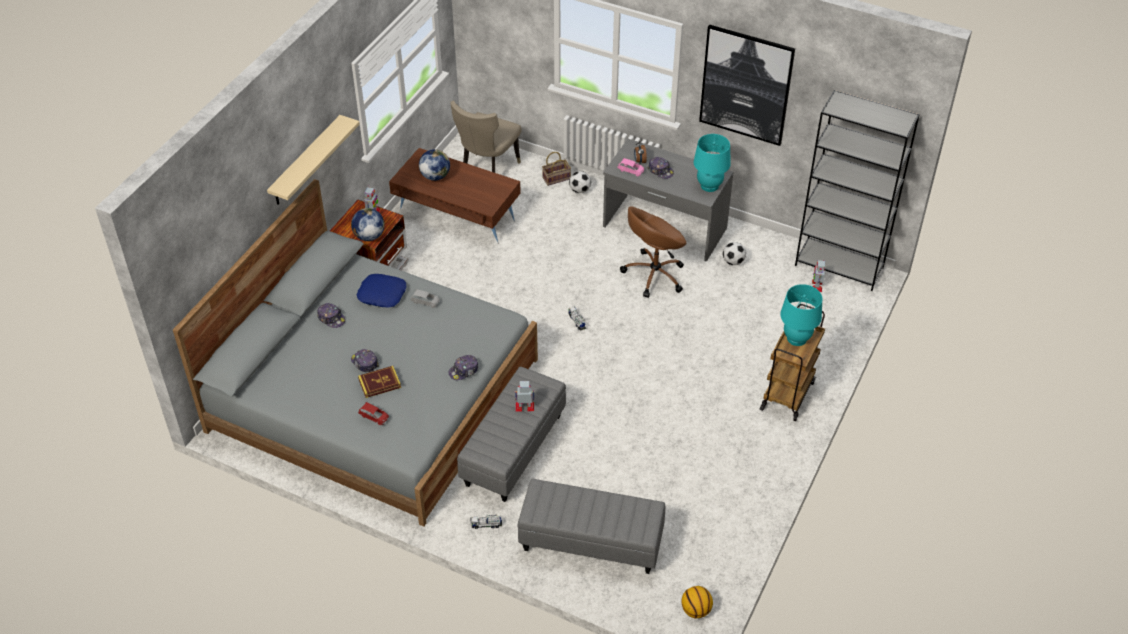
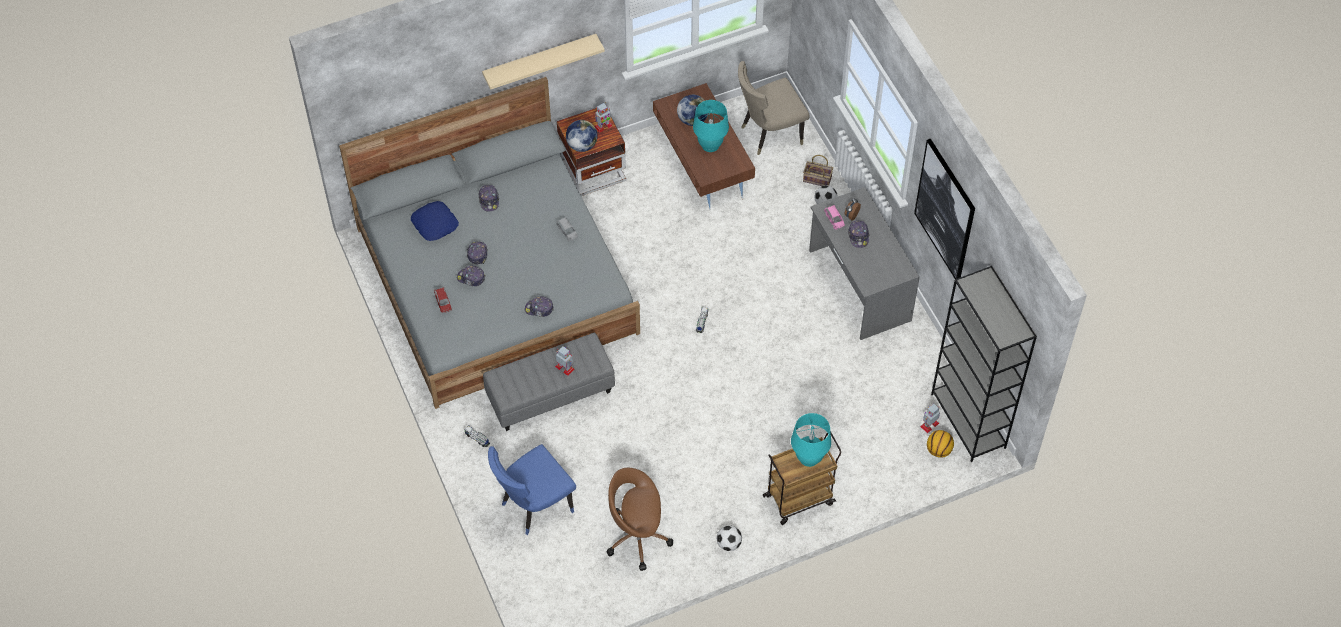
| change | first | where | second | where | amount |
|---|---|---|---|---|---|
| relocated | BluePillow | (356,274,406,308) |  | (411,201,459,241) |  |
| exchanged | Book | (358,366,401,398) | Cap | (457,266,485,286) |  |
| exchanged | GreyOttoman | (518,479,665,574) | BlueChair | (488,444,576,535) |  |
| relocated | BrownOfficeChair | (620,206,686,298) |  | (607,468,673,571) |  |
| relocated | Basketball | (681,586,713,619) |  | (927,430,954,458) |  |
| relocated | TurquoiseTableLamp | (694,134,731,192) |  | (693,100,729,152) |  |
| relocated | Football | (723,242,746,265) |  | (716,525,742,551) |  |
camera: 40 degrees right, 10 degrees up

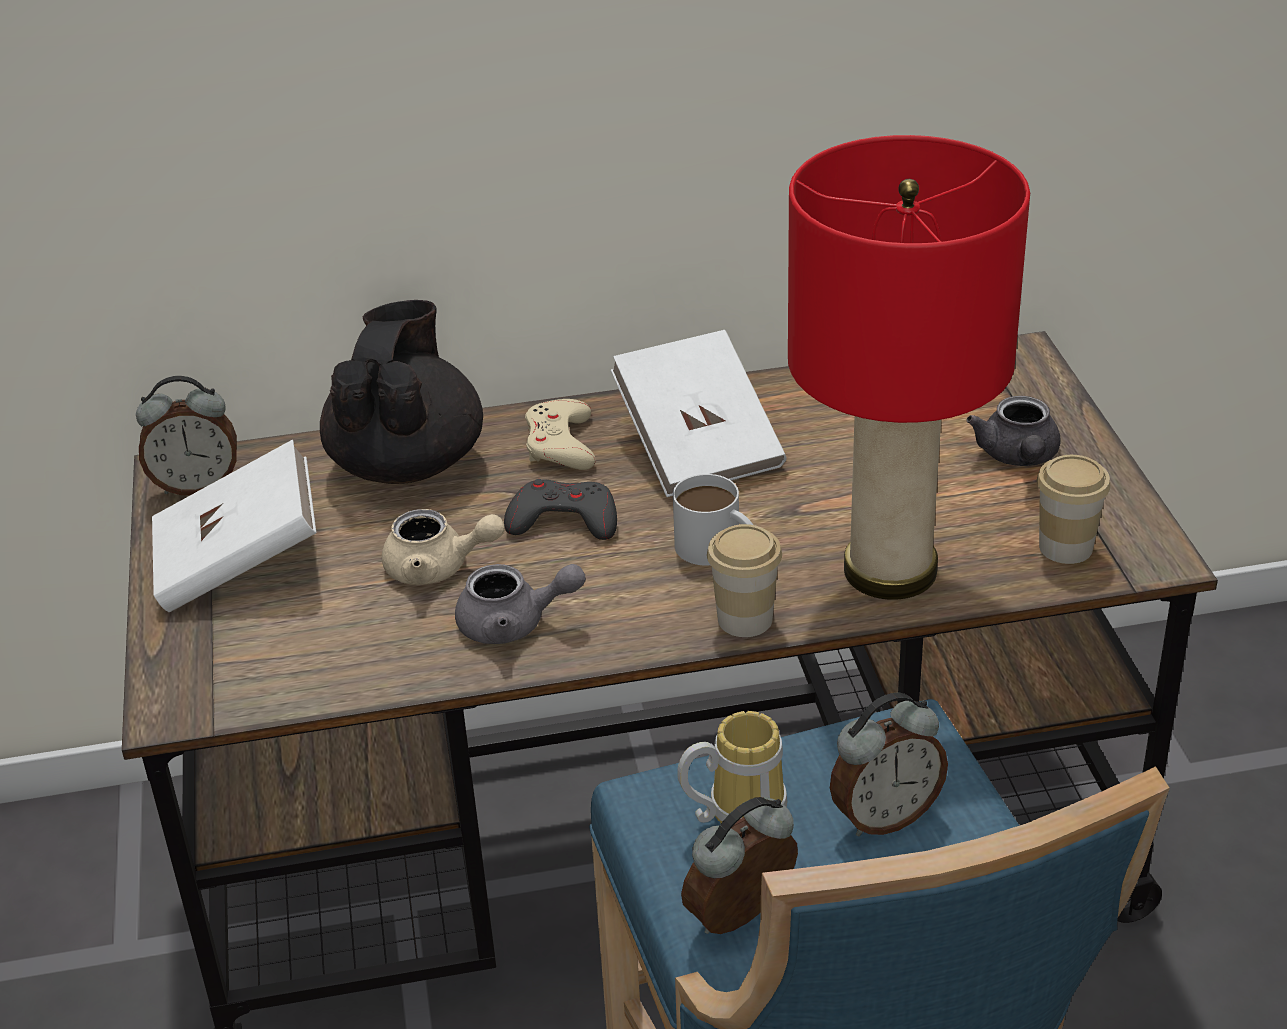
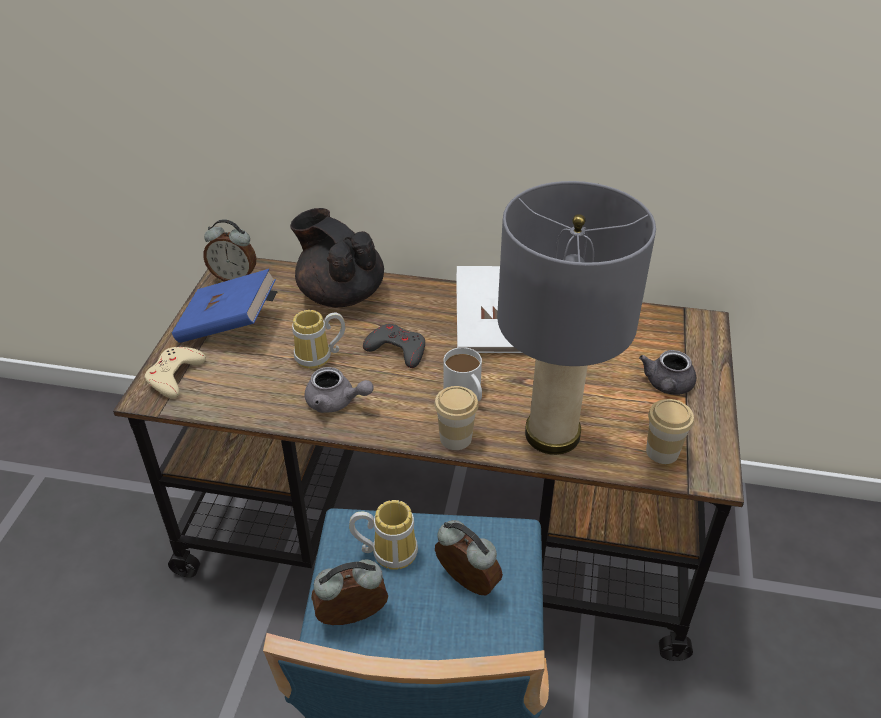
| change | first | where | second | where | amount |
|---|---|---|---|---|---|
| colour | WhiteBook | (152,440,316,612) | BlueBook | (172,269,276,343) |  |
| spun | BlackTeapot | (320,300,483,484) |  | (290,208,384,307) | 75 degrees counterclockwise |
| exchanged | BeigeTeapot | (382,509,505,585) | Mug | (292,310,345,369) |  |
| relocated | BeigeGameController | (525,399,596,470) |  | (145,347,206,398) |  |
| colour | RedTableLamp | (788,135,1030,600) | GreyTableLamp | (497,181,656,455) |  |
| spun | AlarmClock | (830,692,948,836) |  | (435,520,503,595) | 135 degrees counterclockwise |
camera: 20 degrees right, 5 degrees up

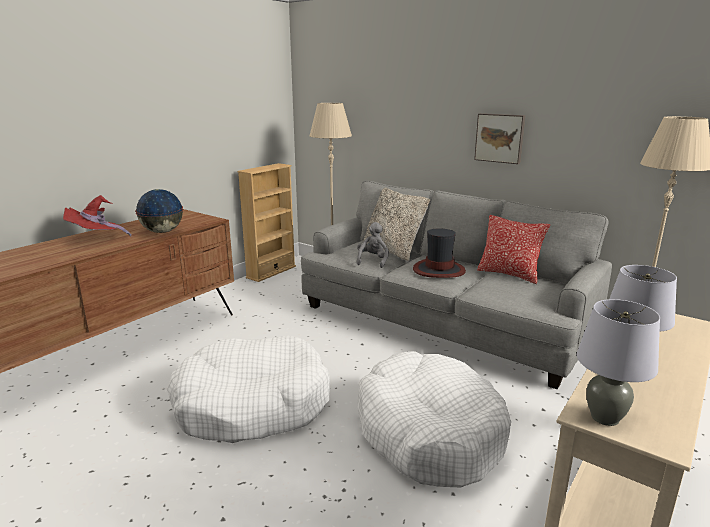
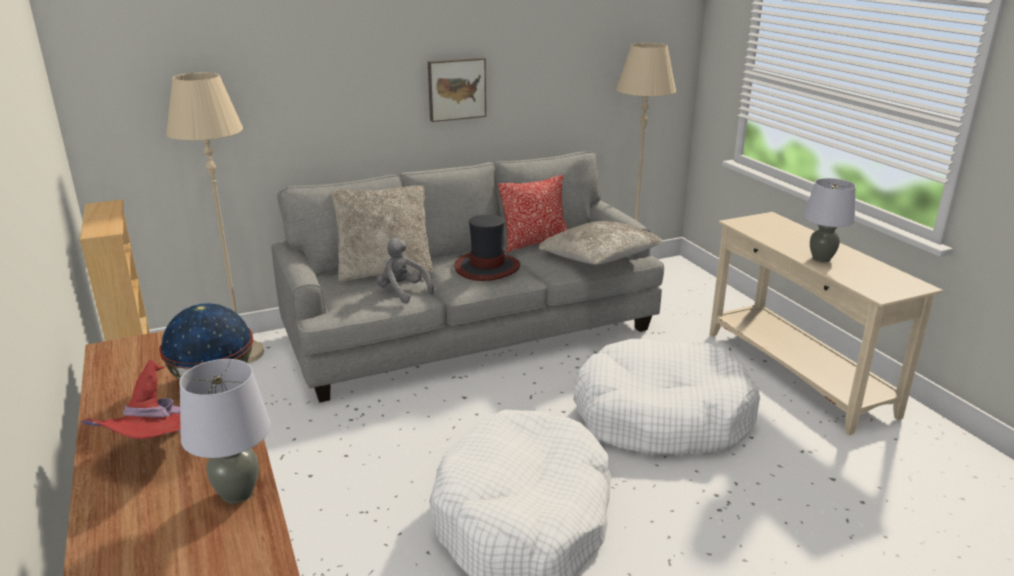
| change | first | where | second | where | amount |
|---|---|---|---|---|---|
| relocated | GreyTableLamp | (577,299,660,426) |  | (179,359,271,503) |  |
| appeared |  |  | BeigePillow | (539,221,663,265) |  |
camera: 60 degrees left, 5 degrees up

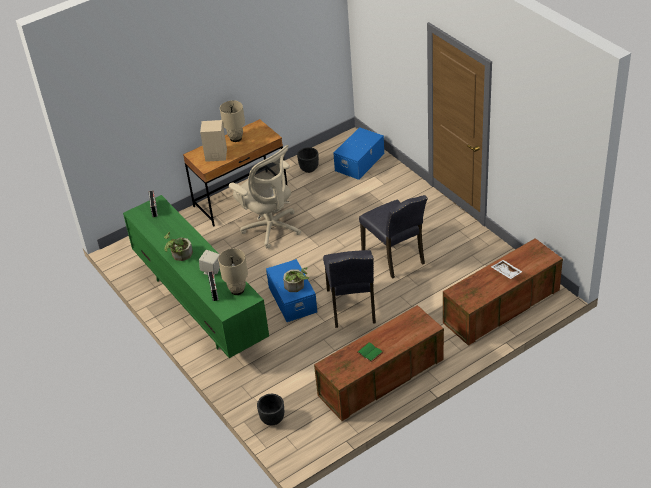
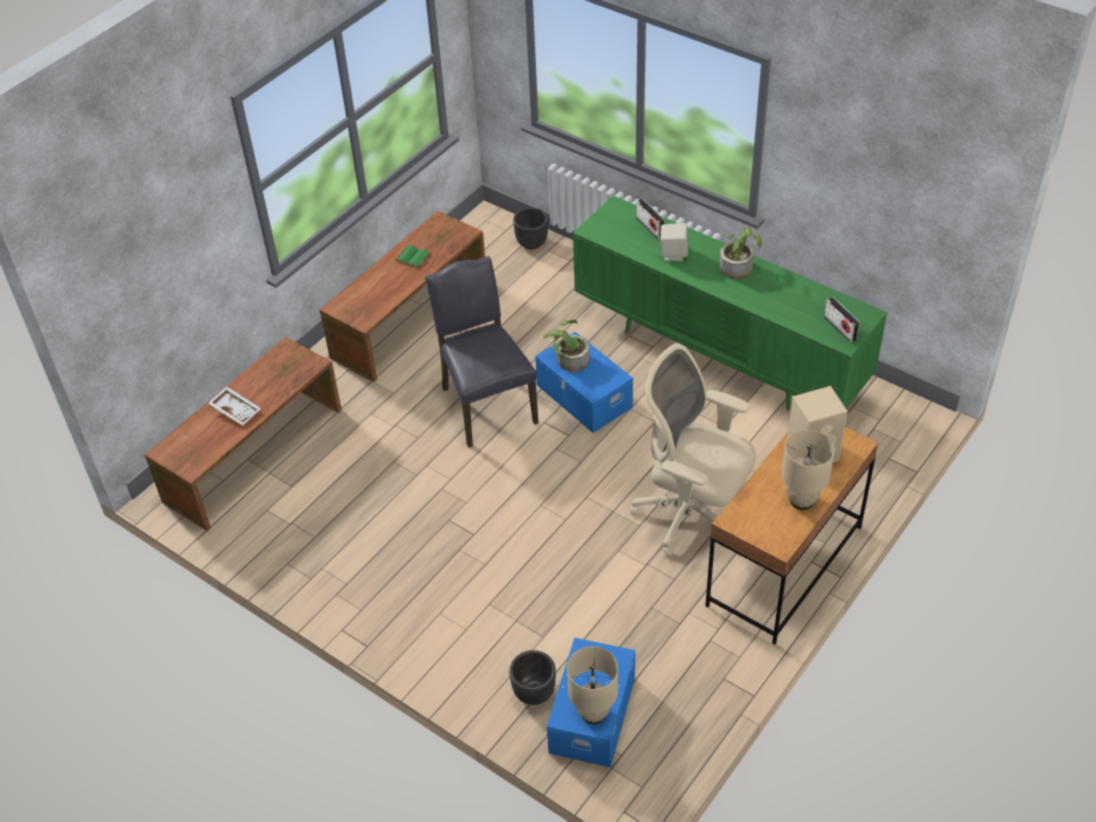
| change | first | where | second | where | amount |
|---|---|---|---|---|---|
| relocated | BeigeTableLamp | (218,249,248,295) |  | (567,646,618,724) |  |
| relocated | BlackPlanter | (297,147,319,173) |  | (509,650,556,705) |  |
| missing | GreyChair | (359,195,428,279) |  |  |  |
camera: 160 degrees right, 5 degrees up

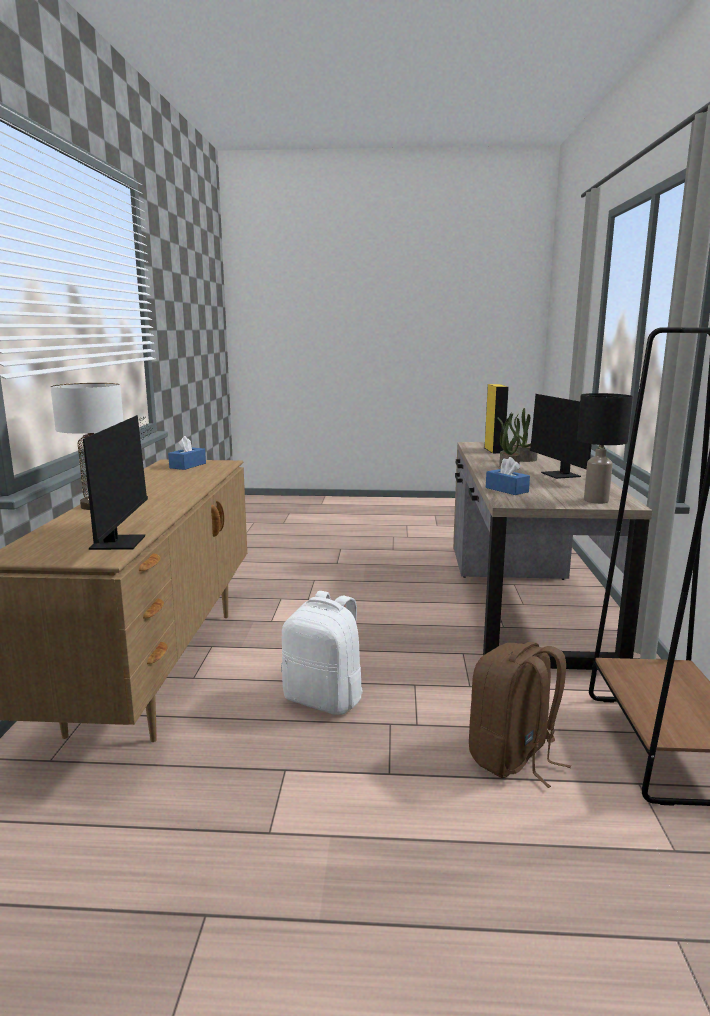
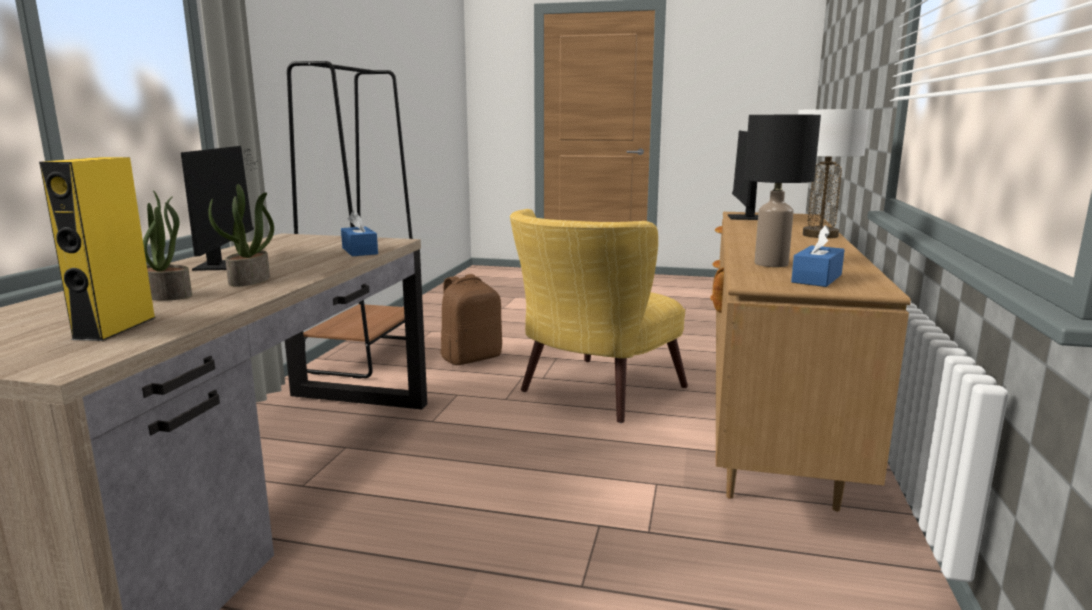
| change | first | where | second | where | amount |
|---|---|---|---|---|---|
| exchanged | WhiteBackpack | (281,591,363,715) | YellowArmchair | (510,209,688,423) |  |
| relocated | BlackTableLamp | (577,393,633,504) |  | (744,115,821,267) |  |
camera: 170 degrees left, 0 degrees up

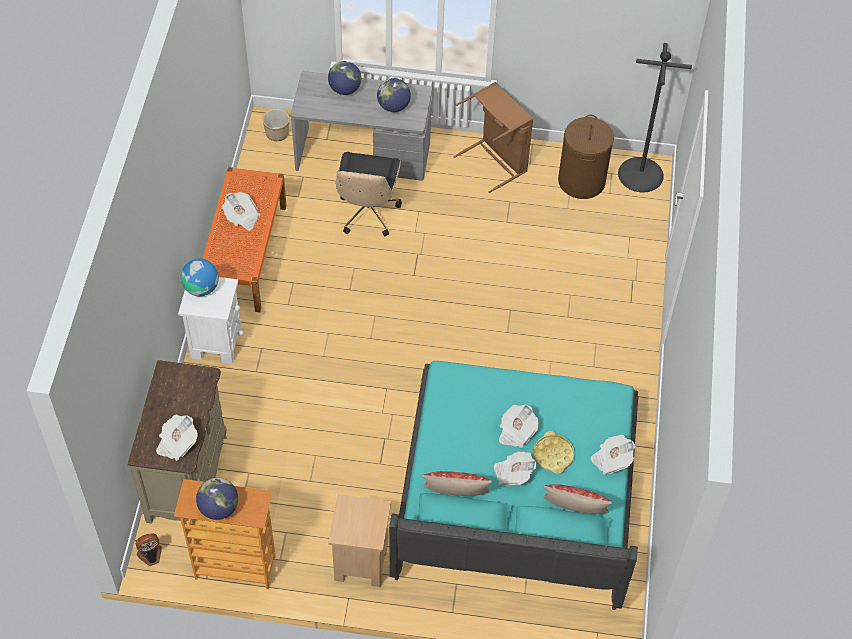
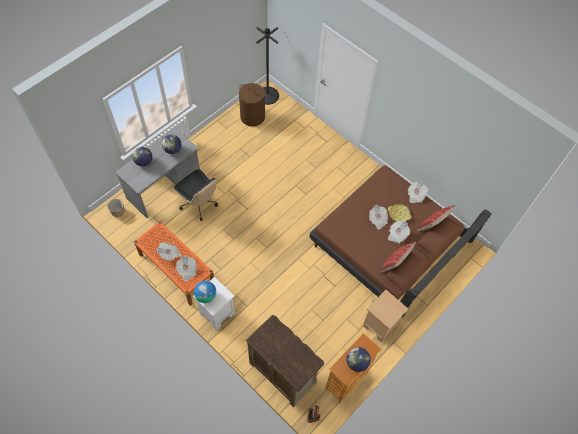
| change | first | where | second | where | amount |
|---|---|---|---|---|---|
| relocated | Newspaper | (156,415,198,461) |  | (176,256,197,281) |  |
| colour | TurquoiseBed | (389,361,638,610) | BrownBed | (309,165,491,318) |  |
| missing | BrownLaundryBasket | (454,82,533,193) |  |  |  |
camera: 55 degrees left, 5 degrees up

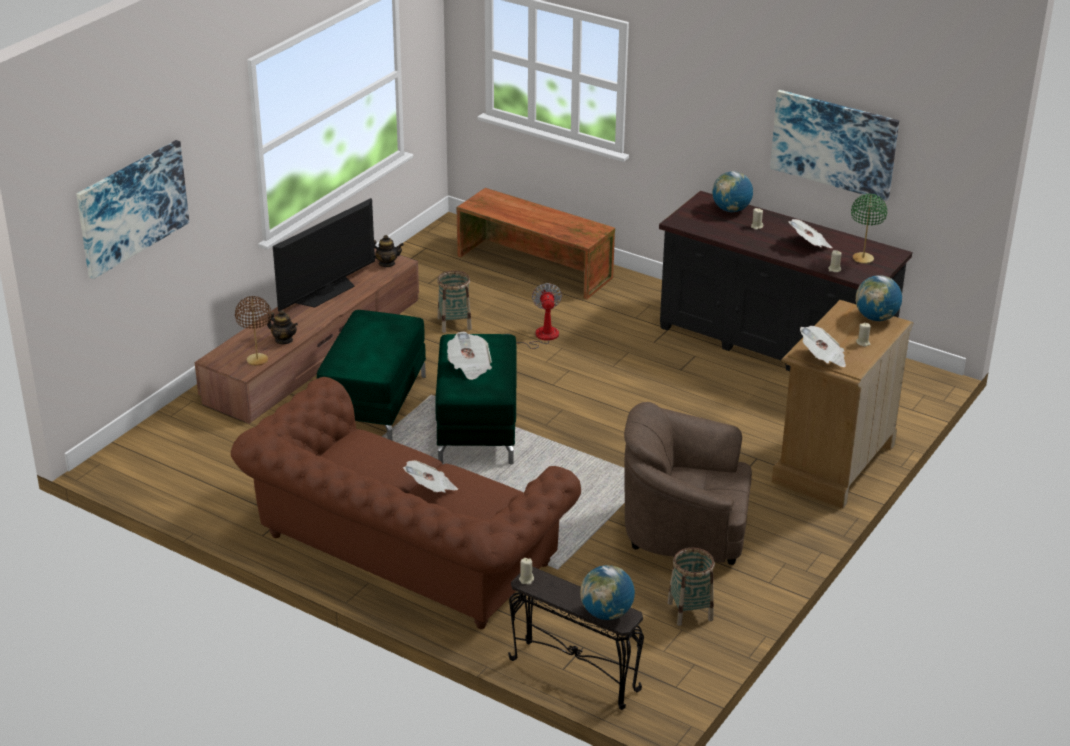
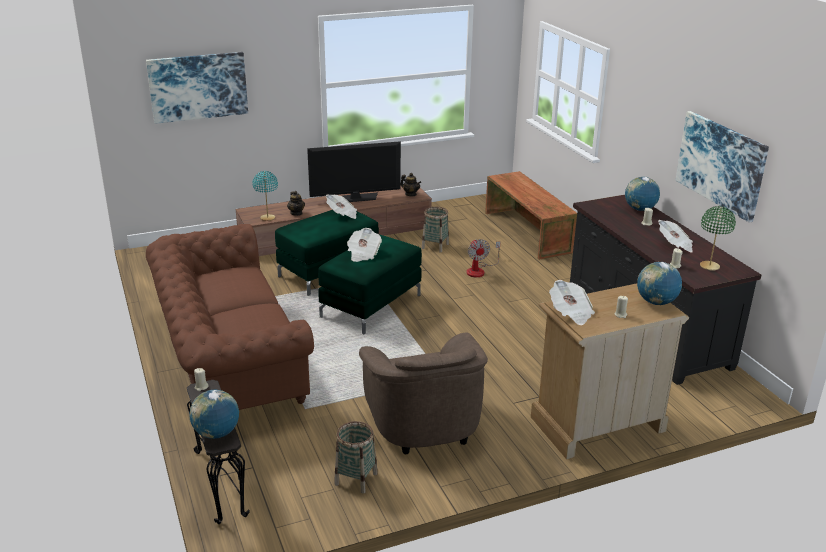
| change | first | where | second | where | amount |
|---|---|---|---|---|---|
| colour | BrownTableLamp | (235,296,271,366) | TurquoiseTableLamp | (253,171,278,221) |  |
| relocated | Newspaper | (403,460,458,493) |  | (326,194,357,219) |  |
| spun | Fan | (517,283,562,349) |  | (466,239,501,277) | 135 degrees clockwise |
| spun | BrownArmchair | (624,402,752,565) |  | (359,333,488,454) | 150 degrees counterclockwise |
camera: 35 degrees right, 5 degrees down

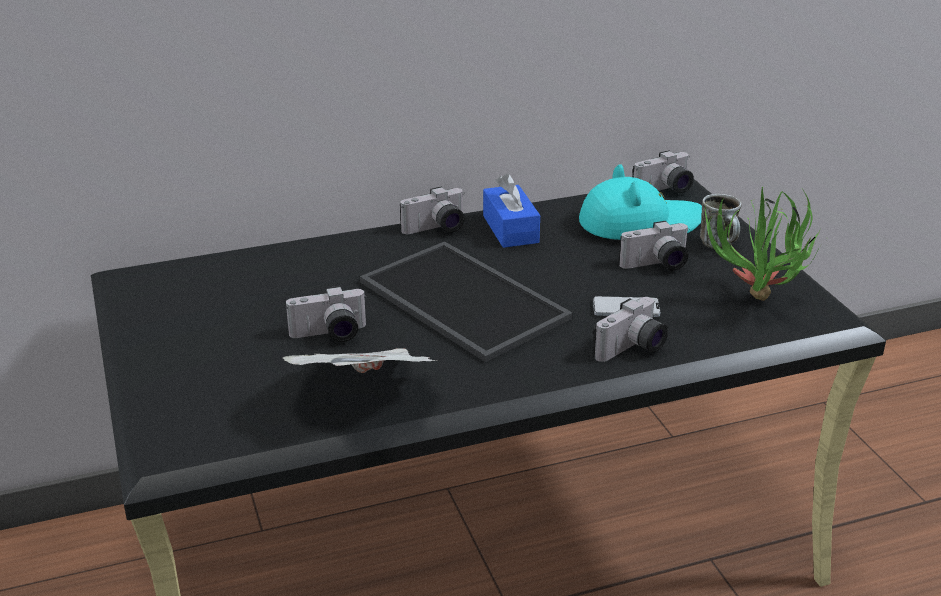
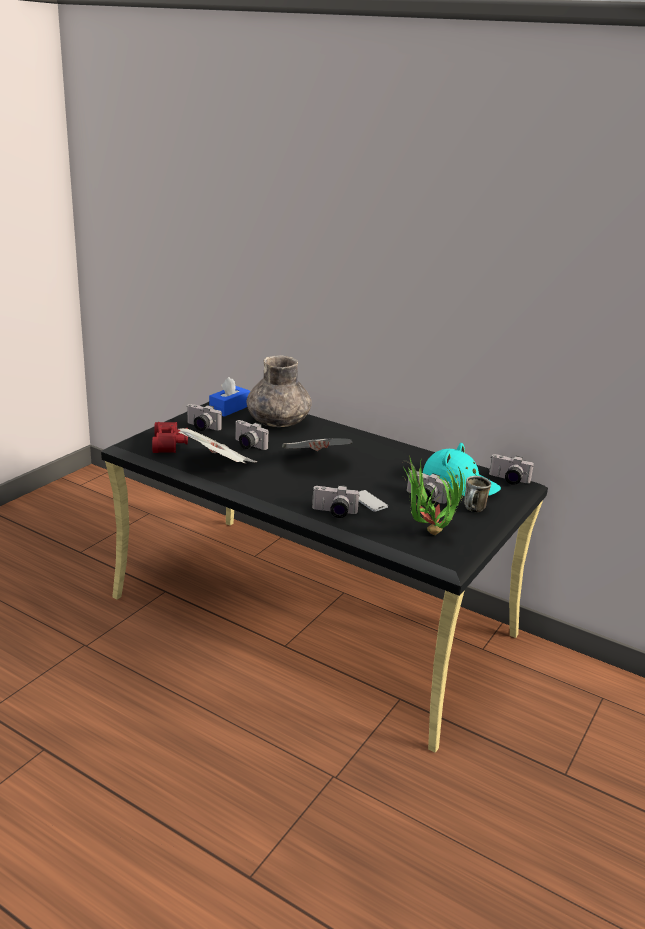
| change | first | where | second | where | amount |
|---|---|---|---|---|---|
| exchanged | Tray | (360,241,573,362) | Newspaper | (282,438,352,451) |  |
| relocated | PhotoCamera | (400,187,465,234) |  | (186,404,222,431) |  |
| relocated | BlueTissueBox | (483,174,540,248) |  | (209,377,250,417) |  |
| appeared |  |  | RedBinoculars | (152,422,188,453) |  |
| appeared |  |  | GreyVase | (247,356,312,427) |  |
camera: 50 degrees right, 5 degrees down

